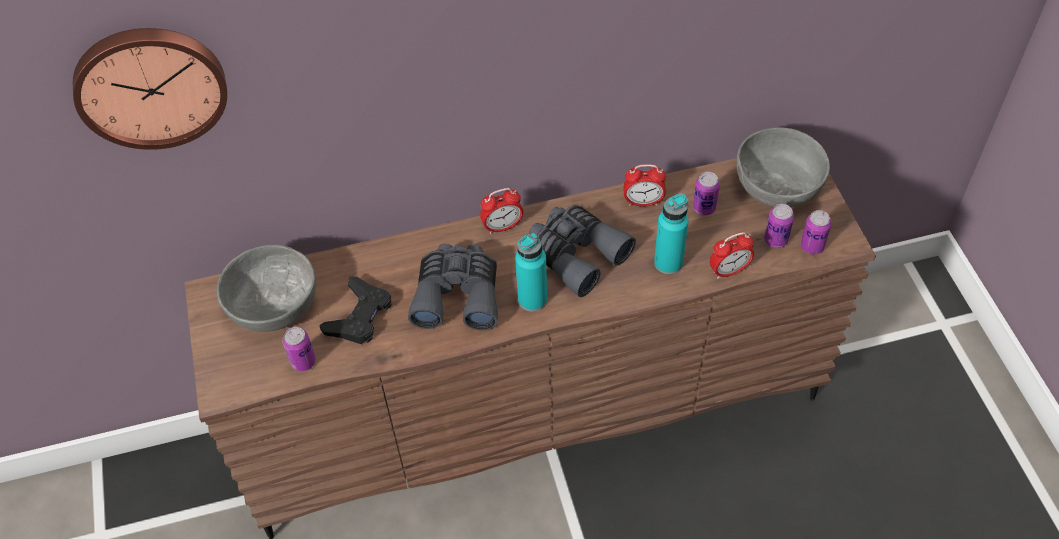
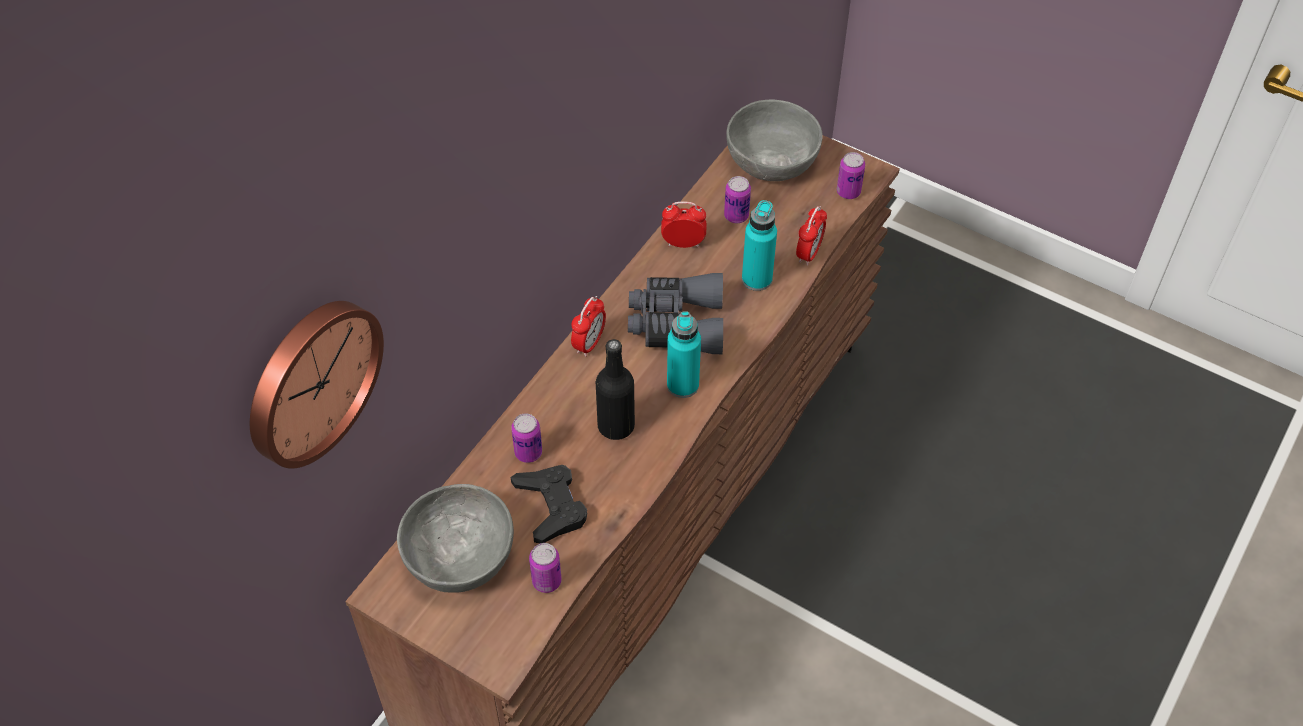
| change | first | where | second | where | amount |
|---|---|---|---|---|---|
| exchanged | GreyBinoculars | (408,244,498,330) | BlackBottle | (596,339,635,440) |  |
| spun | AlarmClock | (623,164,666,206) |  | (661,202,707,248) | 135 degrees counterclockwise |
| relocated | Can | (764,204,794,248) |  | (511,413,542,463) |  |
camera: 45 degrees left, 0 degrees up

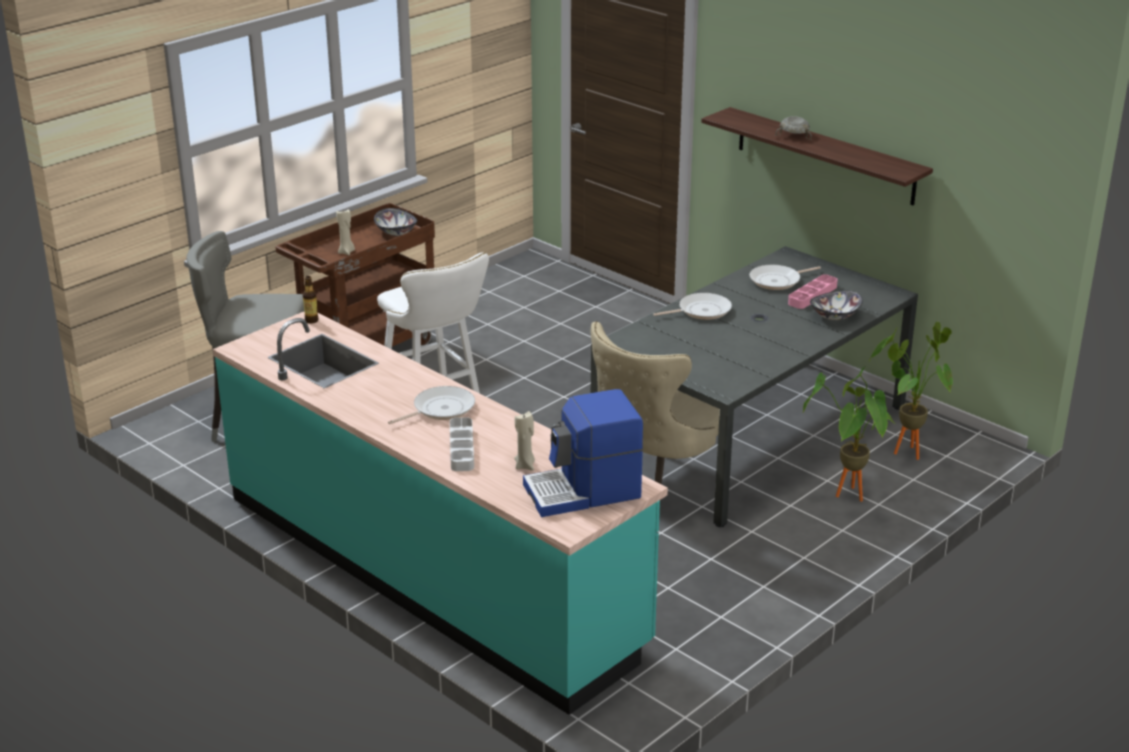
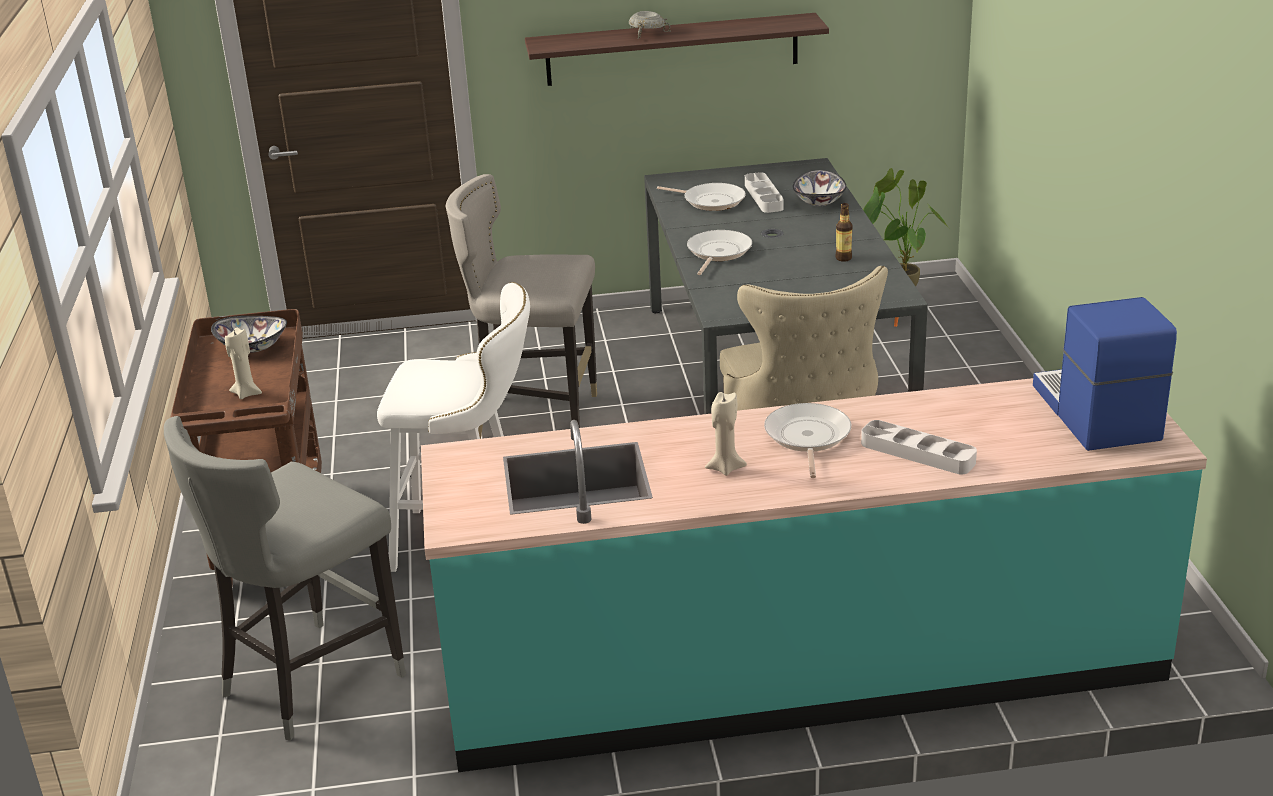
| change | first | where | second | where | amount |
|---|---|---|---|---|---|
| relocated | Bottle | (303,276,319,324) |  | (835,203,852,262) |  |
| relocated | BeigeCandle | (514,411,535,471) |  | (705,392,747,476) |  |
| spun | CoffeeMachine | (523,389,643,517) |  | (1033,297,1177,451) | 150 degrees clockwise |
| spun | FryingPan | (749,265,821,290) |  | (657,183,746,211) | 75 degrees counterclockwise |
| colour | PinkTray | (788,274,838,309) | GreyTray | (745,172,784,213) |  |
| missing | PottedPlant | (803,366,895,501) |  |  |  |
| appeared |  |  | GreyStool | (445,174,597,439) |  |
camera: 50 degrees left, 0 degrees up

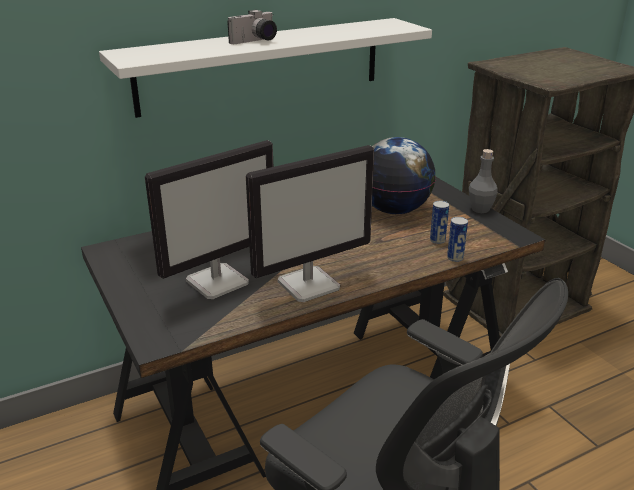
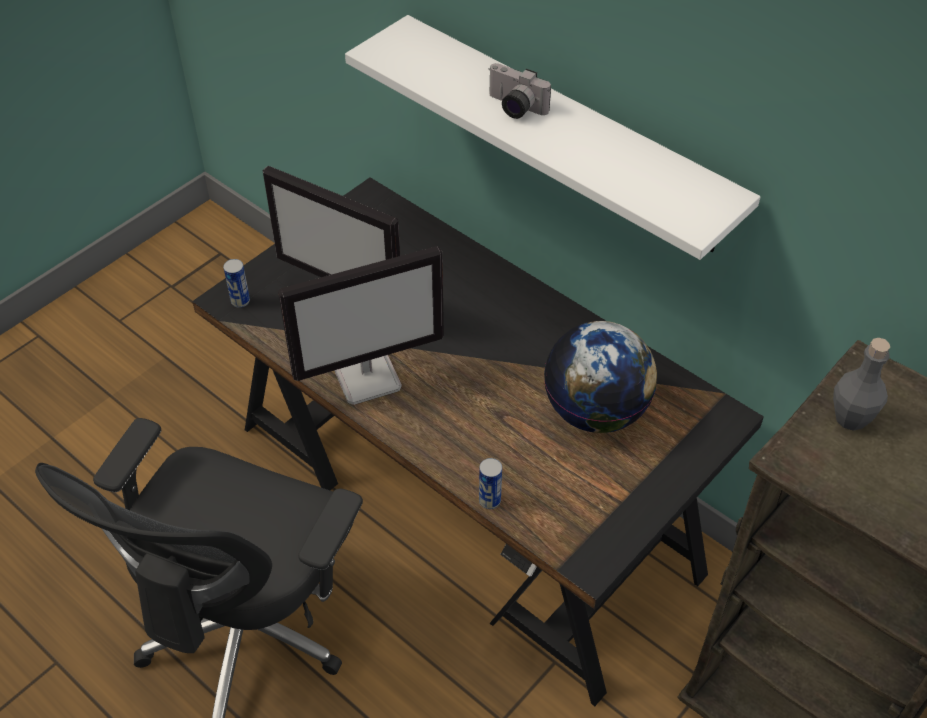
| change | first | where | second | where | amount |
|---|---|---|---|---|---|
| spun | Monitor | (246,145,374,302) |  | (278,246,444,405) | 60 degrees counterclockwise |
| relocated | Can | (430,201,449,244) |  | (223,259,250,308) |  |
| relocated | GreyBottle | (469,149,498,213) |  | (833,338,890,431) |  |
camera: 70 degrees right, 20 degrees up

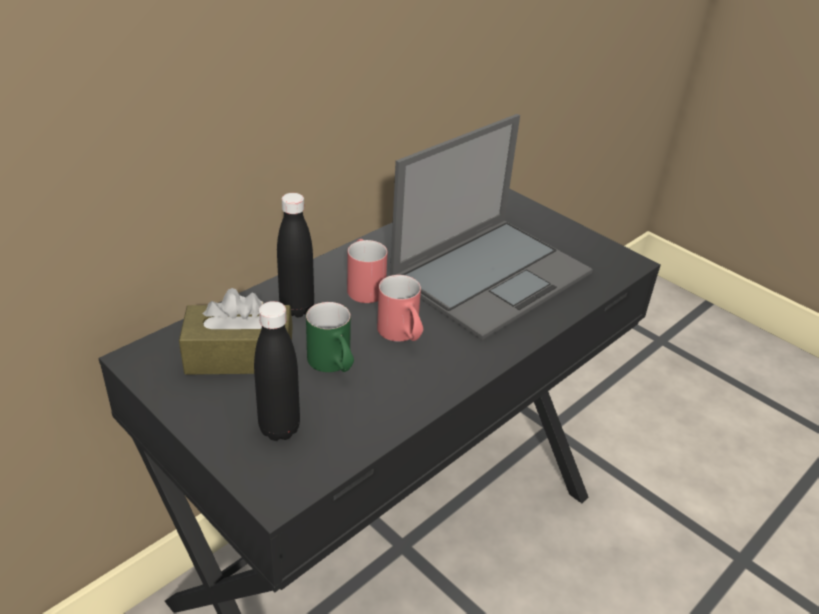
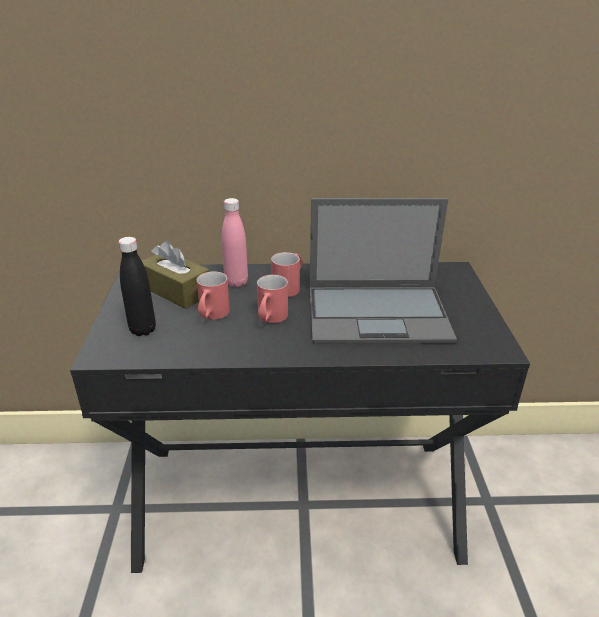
| change | first | where | second | where | amount |
|---|---|---|---|---|---|
| colour | BlackBottle | (277,193,314,317) | PinkBottle | (222,198,248,287) |  |
| colour | GreenMug | (306,302,354,372) | RedMug | (197,271,230,320) |  |
camera: 45 degrees right, 5 degrees down

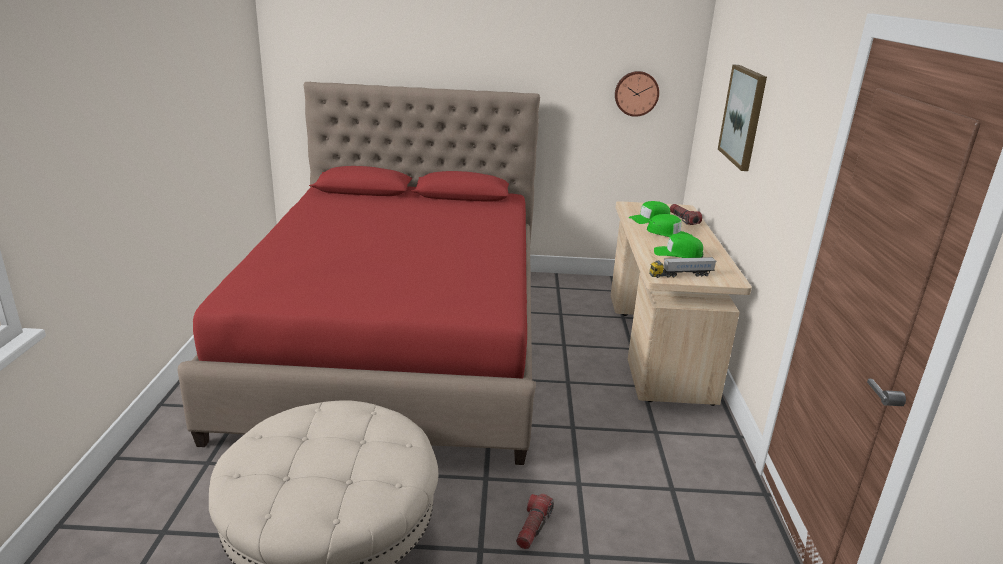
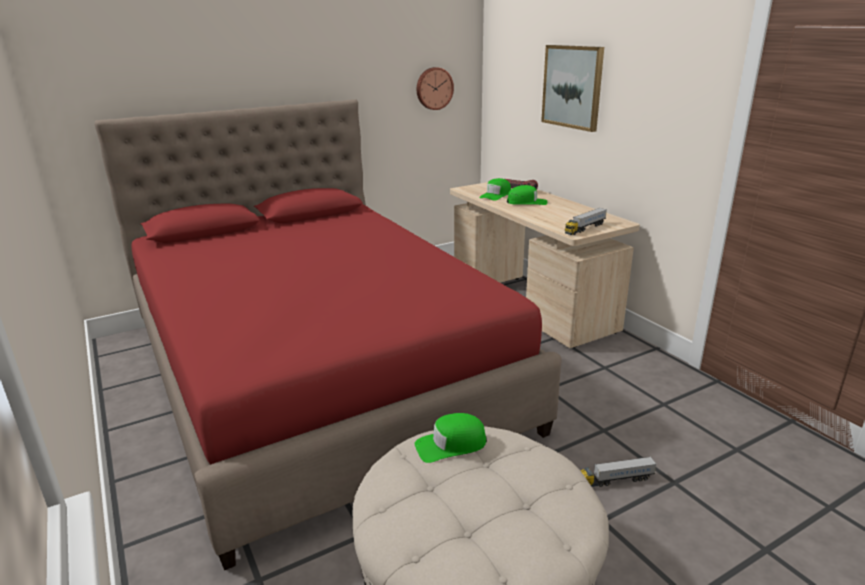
| change | first | where | second | where | amount |
|---|---|---|---|---|---|
| exchanged | Flashlight | (516,494,554,549) | ToyTruck | (580,456,657,487) |  |
| relocated | GreenCap | (654,234,703,258) |  | (415,413,487,463) |  |
camera: 30 degrees left, 0 degrees up

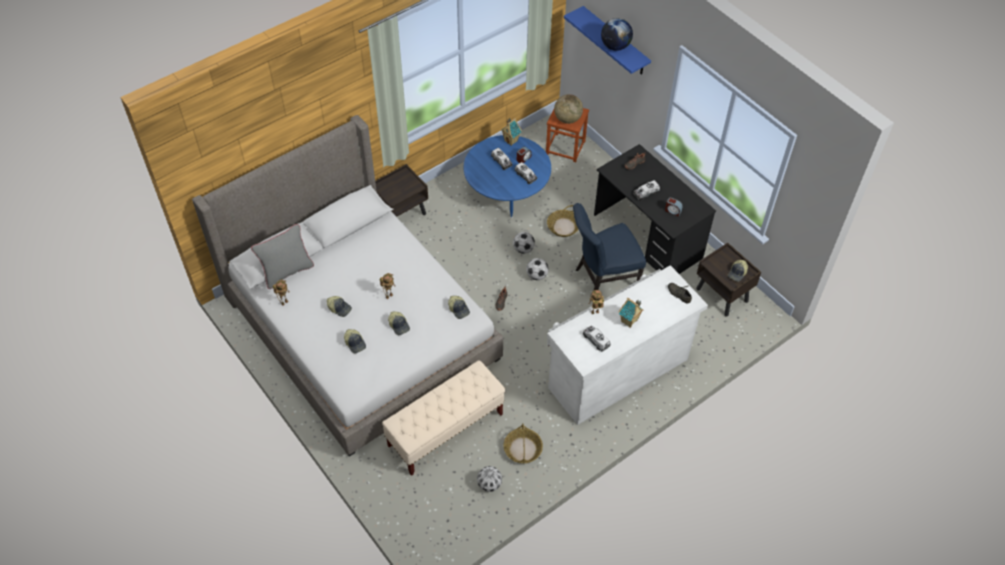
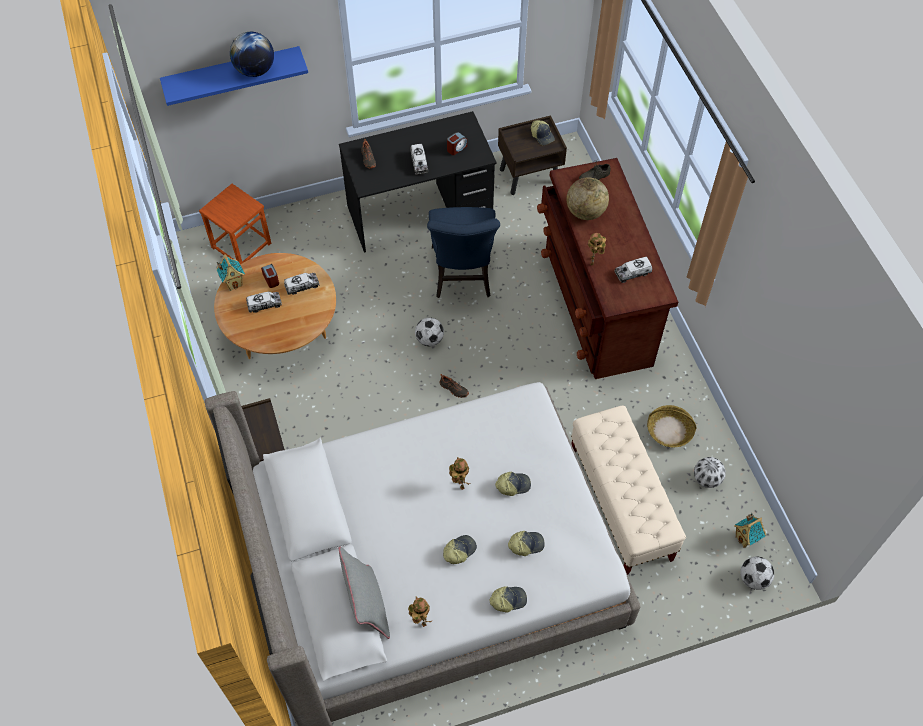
| change | first | where | second | where | amount |
|---|---|---|---|---|---|
| relocated | Cap | (448,296,470,319) |  | (489,586,527,612) |  |
| colour | BlueCoffeeTable | (464,135,551,217) | BrownCoffeeTable | (214,253,336,359) |  |
| relocated | Football | (513,232,535,254) |  | (740,556,774,590) |  |
| missing | Basket | (547,205,579,237) |  |  |  |
| colour | WhiteDresser | (547,265,708,425) | BrownDresser | (537,158,678,379) |  |
| relocated | Globe | (554,94,583,124) |  | (567,177,609,220) |  |
| relocated | ToyHouse | (619,297,644,328) |  | (734,513,766,548) |  |
camera: 70 degrees left, 5 degrees up

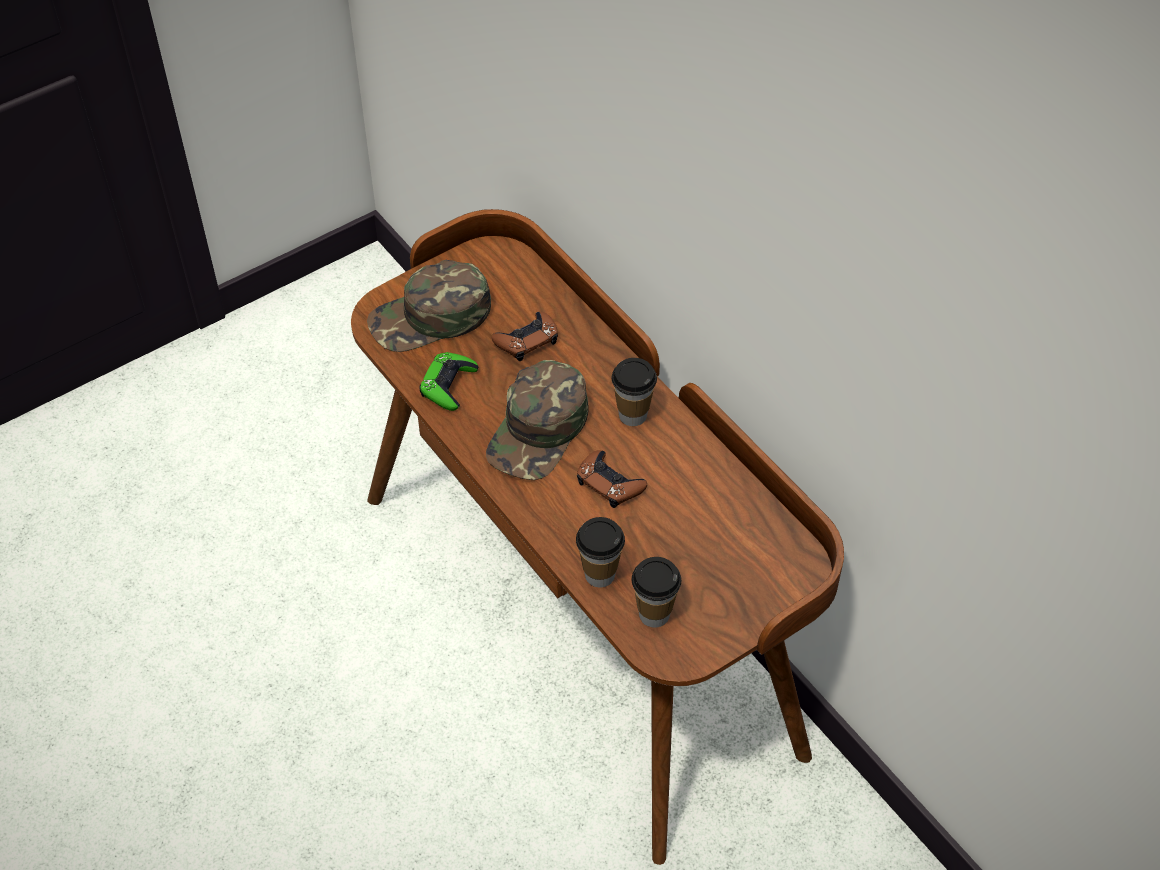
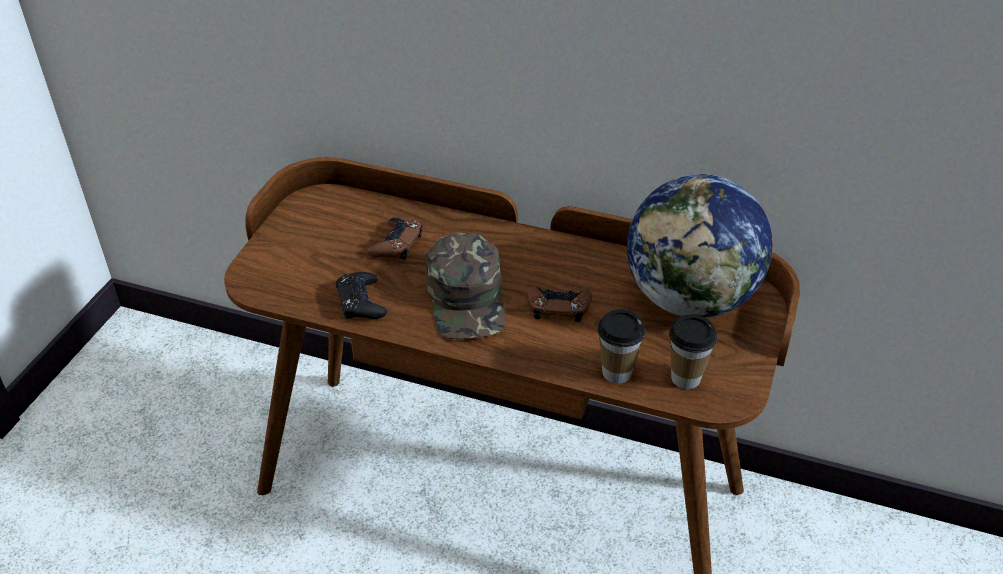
| change | first | where | second | where | amount |
|---|---|---|---|---|---|
| missing | GreenCap | (367,260,491,352) |  |  |  |
| colour | GreenGameController | (419,352,478,411) | BlackGameController | (336,272,387,319) |  |
| missing | Cup | (612,358,657,426) |  |  |  |
| appeared |  |  | Globe | (627,174,773,318) |  |
camera: 35 degrees left, 10 degrees down

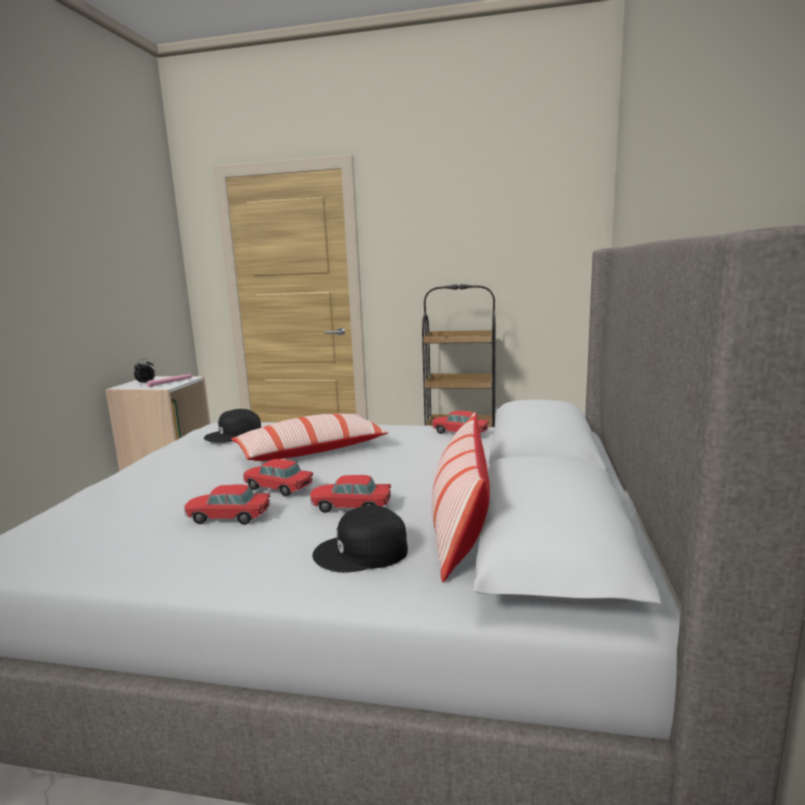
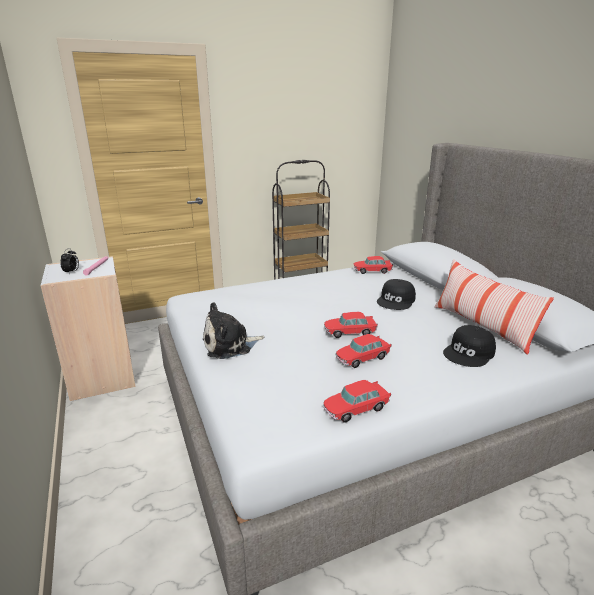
| change | first | where | second | where | amount |
|---|---|---|---|---|---|
| relocated | BlackCap | (204,409,261,443) |  | (377,279,416,310) |  |
| missing | Pillow | (231,414,389,461) |  |  |  |
| relocated | ToyCar | (310,475,391,513) |  | (323,380,391,423) |  |
| appeared |  |  | PlushToy | (203,302,264,359) |  |
camera: 35 degrees left, 10 degrees up

